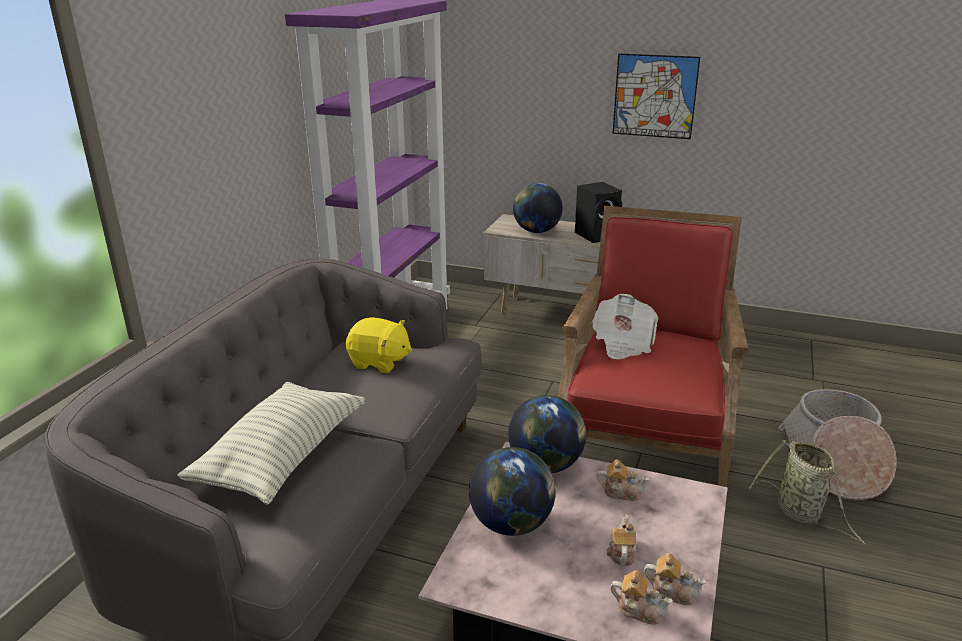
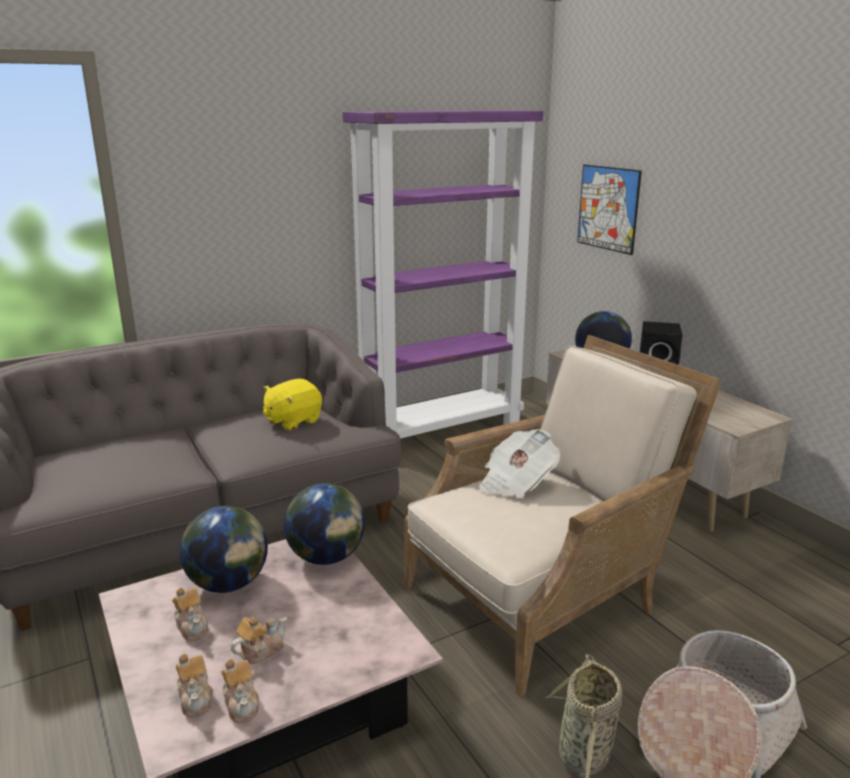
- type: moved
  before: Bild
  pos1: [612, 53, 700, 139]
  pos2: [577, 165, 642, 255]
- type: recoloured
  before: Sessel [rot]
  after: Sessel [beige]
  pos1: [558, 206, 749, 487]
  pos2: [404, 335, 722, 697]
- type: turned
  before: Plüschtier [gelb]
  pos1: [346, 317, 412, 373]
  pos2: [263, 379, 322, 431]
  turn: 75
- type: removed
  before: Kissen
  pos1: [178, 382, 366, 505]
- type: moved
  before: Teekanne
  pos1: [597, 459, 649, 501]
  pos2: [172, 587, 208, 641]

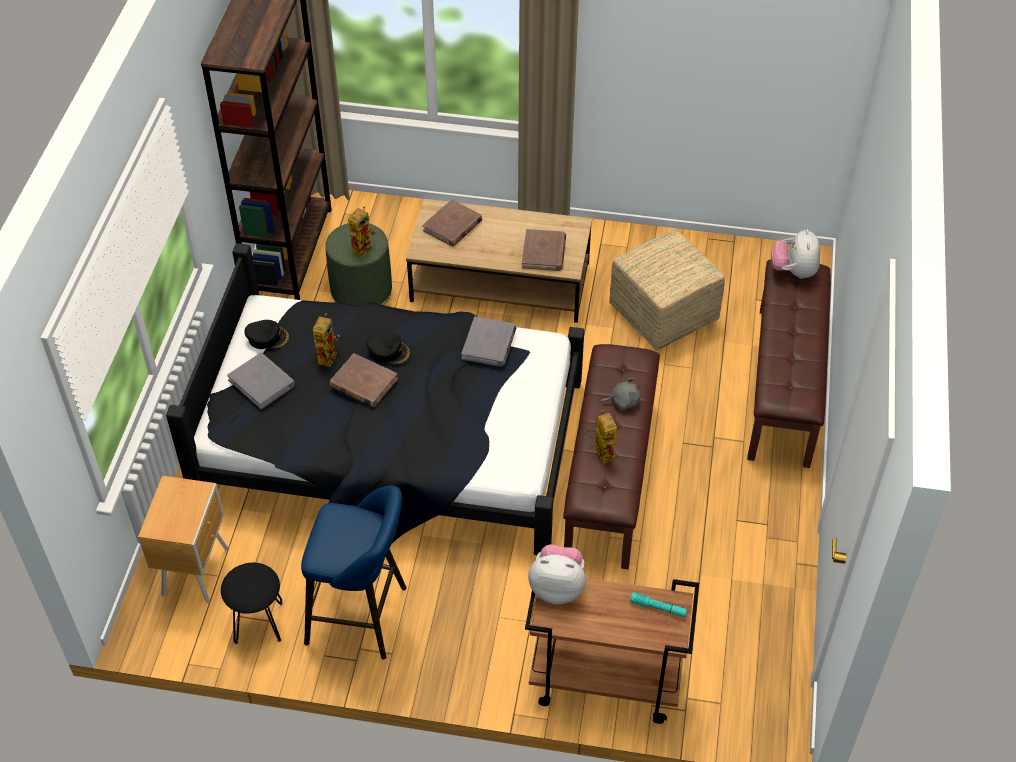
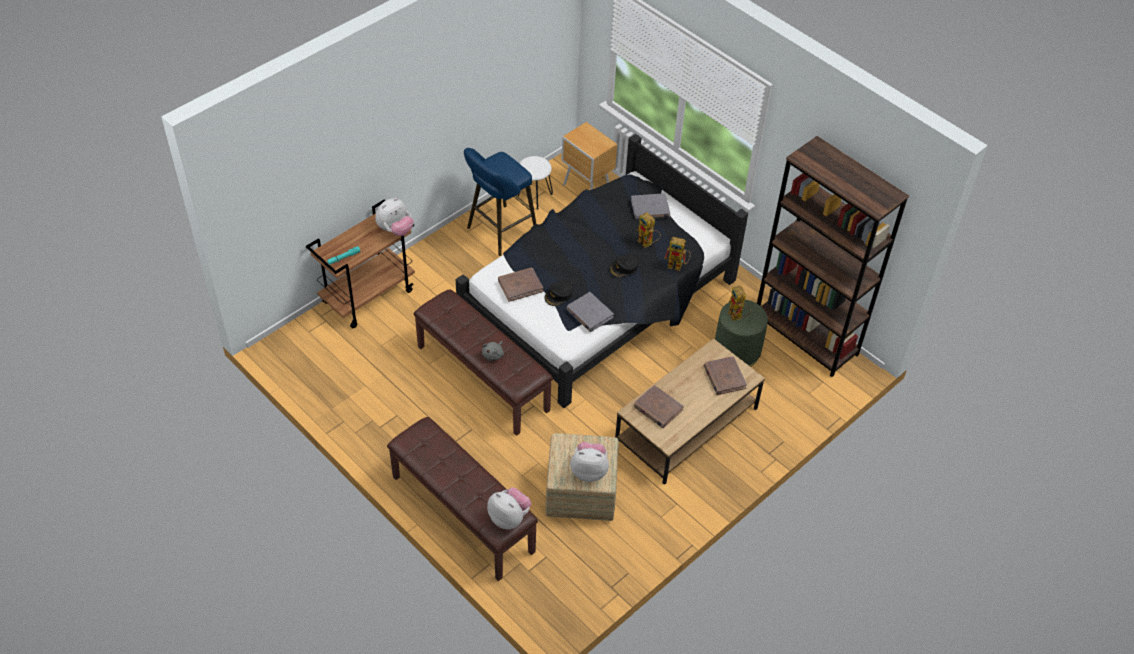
- type: moved
  before: Kappe [schwarz]
  pos1: [244, 320, 290, 349]
  pos2: [544, 280, 573, 306]
- type: moved
  before: Buch [braun]
  pos1: [330, 353, 398, 408]
  pos2: [498, 268, 543, 302]
- type: moved
  before: Spielzeugroboter
  pos1: [585, 410, 617, 464]
  pos2: [664, 237, 691, 271]
- type: recoloured
  before: Hocker [schwarz]
  after: Hocker [weiß]
  pos1: [221, 563, 283, 644]
  pos2: [516, 156, 553, 209]
- type: added
  after: Plüschtier
  pos2: [570, 442, 609, 482]

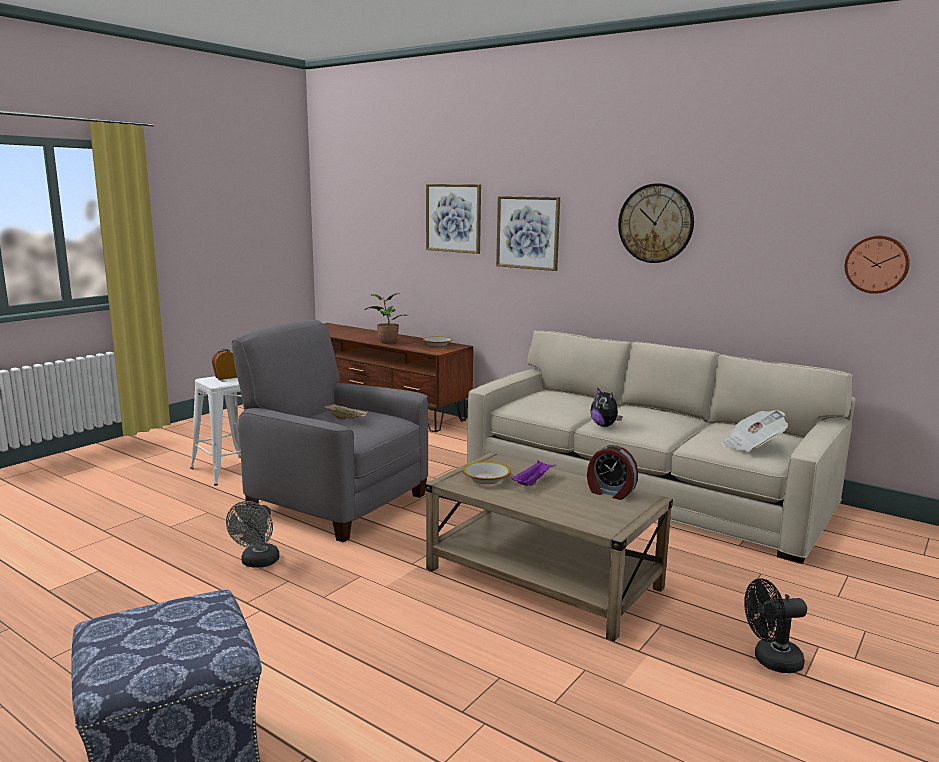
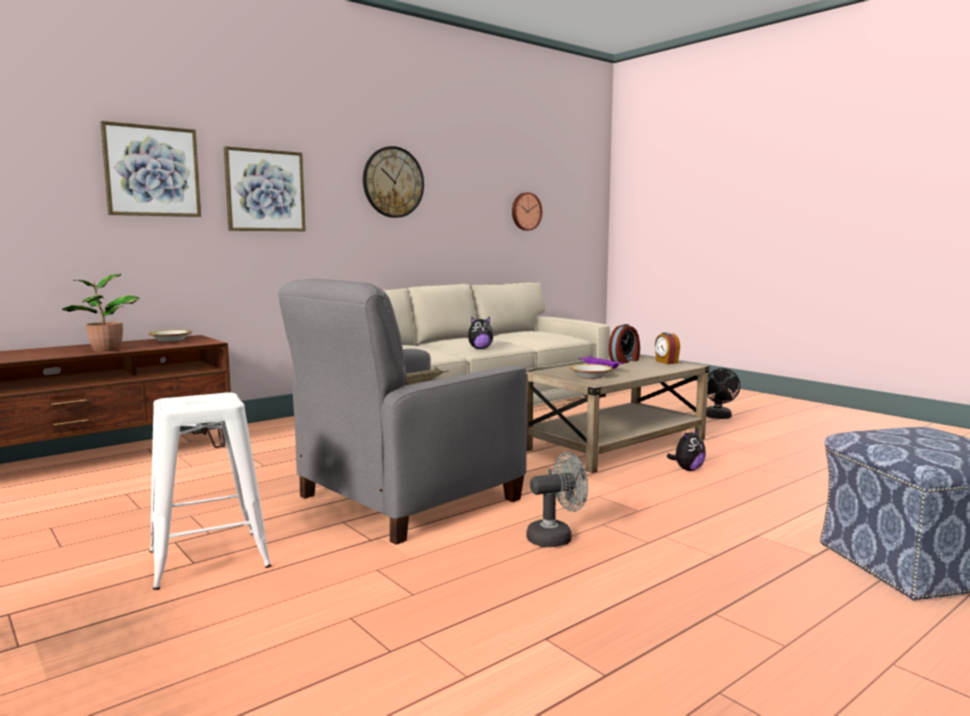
- type: moved
  before: Wecker
  pos1: [212, 349, 237, 380]
  pos2: [655, 332, 680, 364]
- type: removed
  before: Zeitung
  pos1: [720, 410, 788, 451]
- type: turned
  before: Ventilator [grau]
  pos1: [226, 501, 279, 568]
  pos2: [527, 452, 588, 547]
  turn: -45
- type: added
  after: Plüschtier
  pos2: [667, 428, 706, 471]

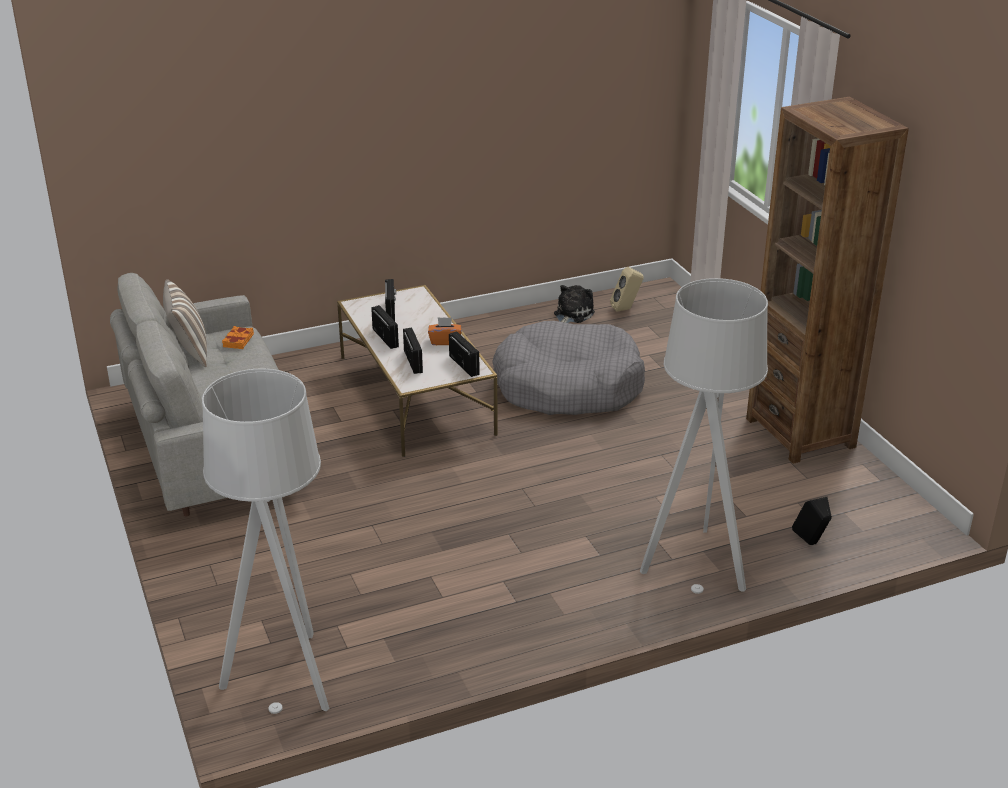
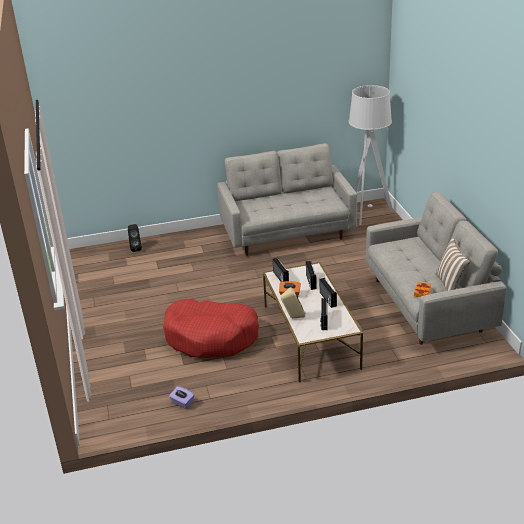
- type: removed
  before: Bücherregal [braun]
  pos1: [746, 97, 909, 464]
- type: moved
  before: Lautsprecher [beige]
  pos1: [610, 267, 644, 312]
  pos2: [281, 287, 305, 318]
- type: removed
  before: Stehlampe [grau]
  pos1: [640, 278, 768, 594]
- type: replaced
  before: Plüschtier
  after: Taschentuchbox [lila]
  pos1: [554, 285, 595, 323]
  pos2: [169, 386, 194, 409]
- type: recoloured
  before: Hundebett [grau]
  after: Hundebett [rot]
  pos1: [492, 321, 645, 415]
  pos2: [163, 299, 259, 358]
- type: added
  after: Sofa [grau]
  pos2: [217, 143, 357, 256]

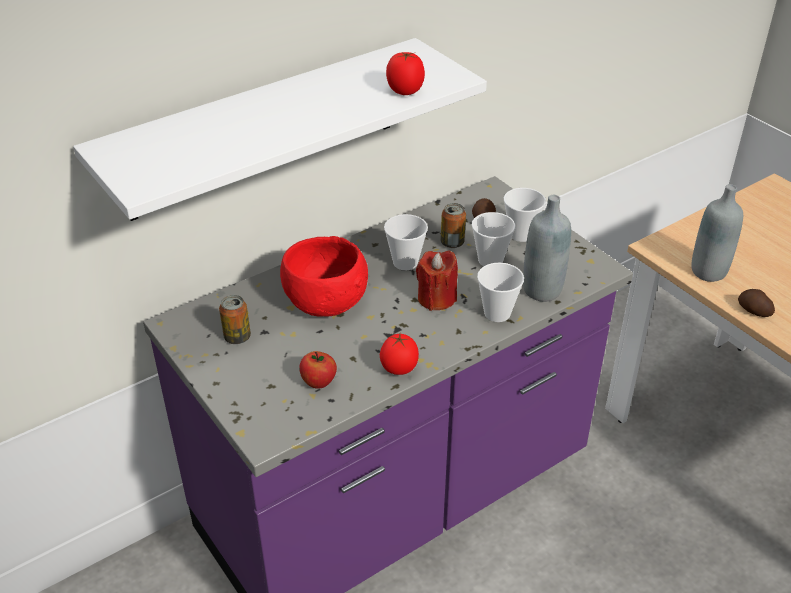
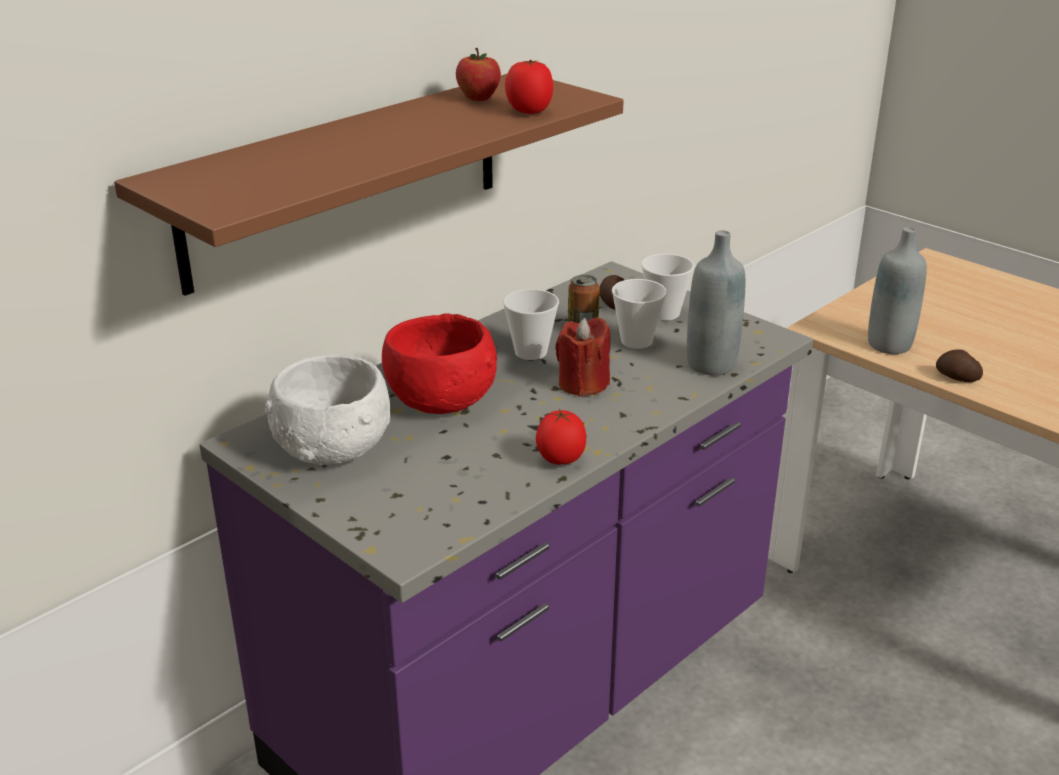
- type: recoloured
  before: Wandregal [weiß]
  after: Wandregal [braun]
  pos1: [73, 38, 487, 221]
  pos2: [114, 74, 624, 296]
- type: removed
  before: Tasse
  pos1: [477, 263, 524, 322]
- type: replaced
  before: Dose
  after: Schüssel [weiß]
  pos1: [219, 295, 251, 344]
  pos2: [265, 355, 391, 465]
- type: moved
  before: Apfel
  pos1: [299, 351, 337, 389]
  pos2: [456, 48, 501, 101]

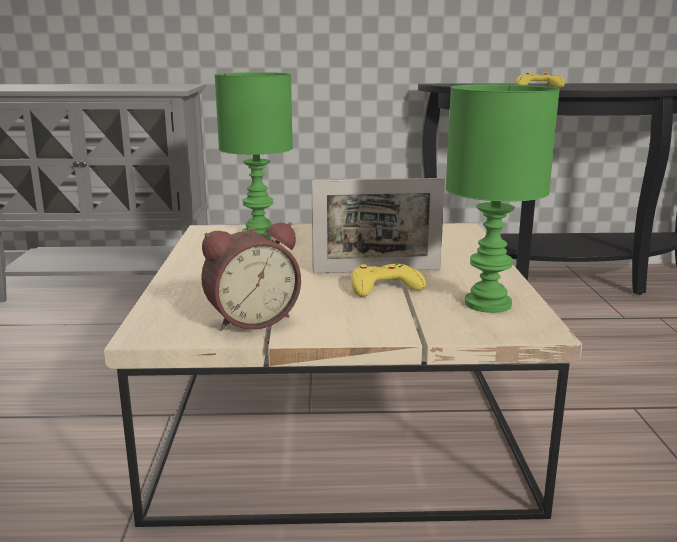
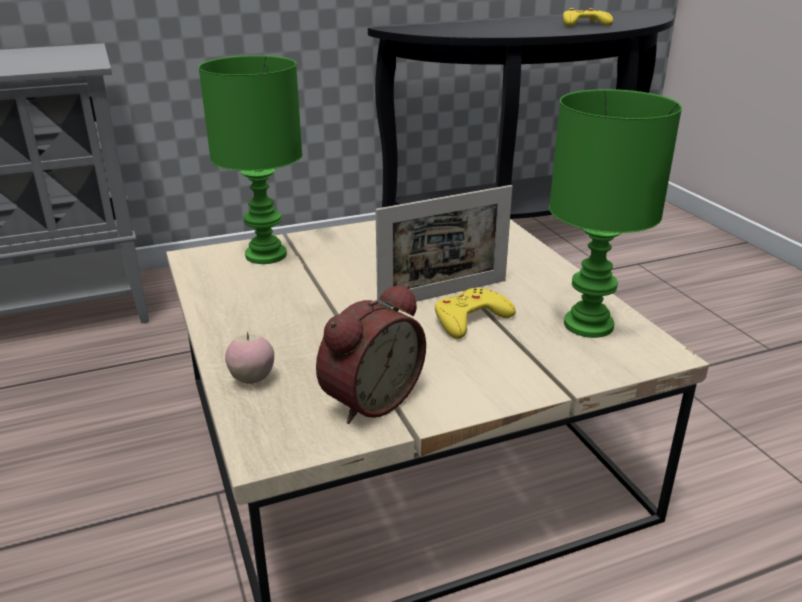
- type: moved
  before: Gamepad [gelb]
  pos1: [515, 72, 565, 88]
  pos2: [563, 8, 613, 26]
- type: added
  after: Apfel
  pos2: [225, 331, 274, 384]

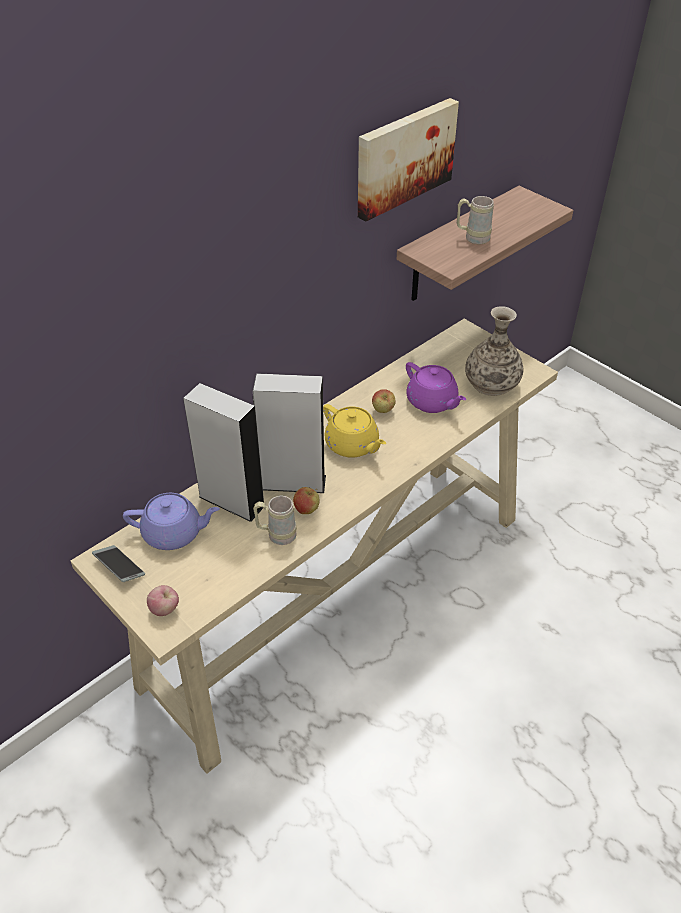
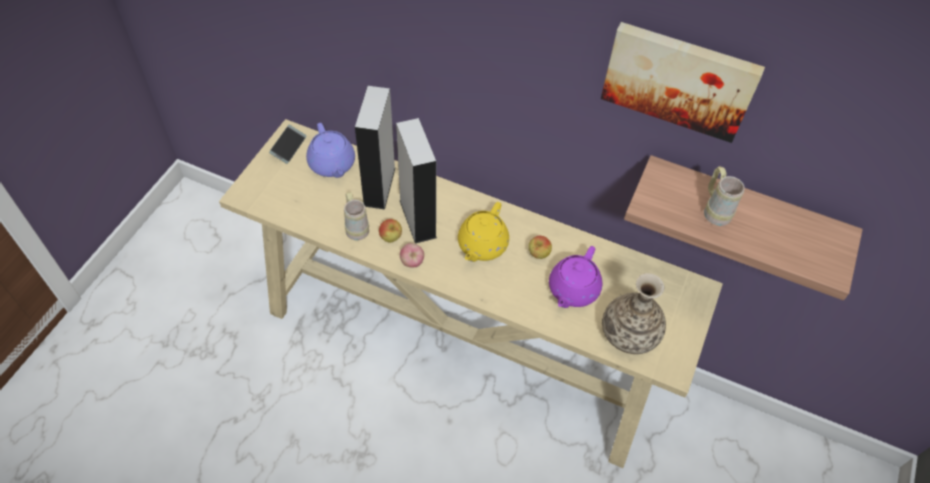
- type: moved
  before: Apfel
  pos1: [147, 585, 179, 616]
  pos2: [400, 243, 424, 267]

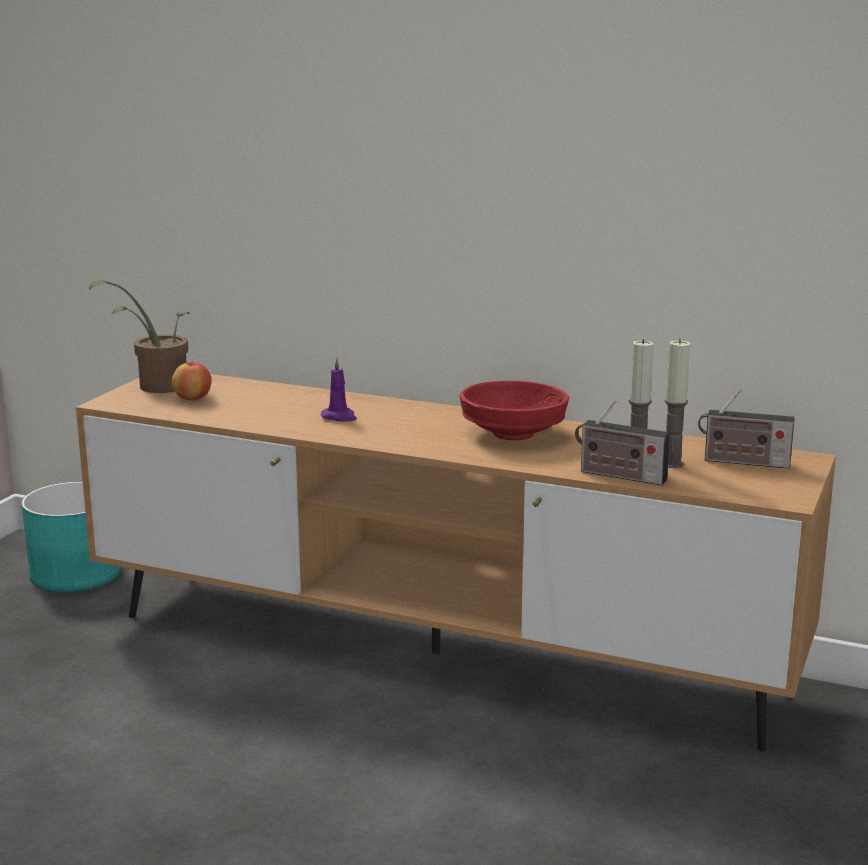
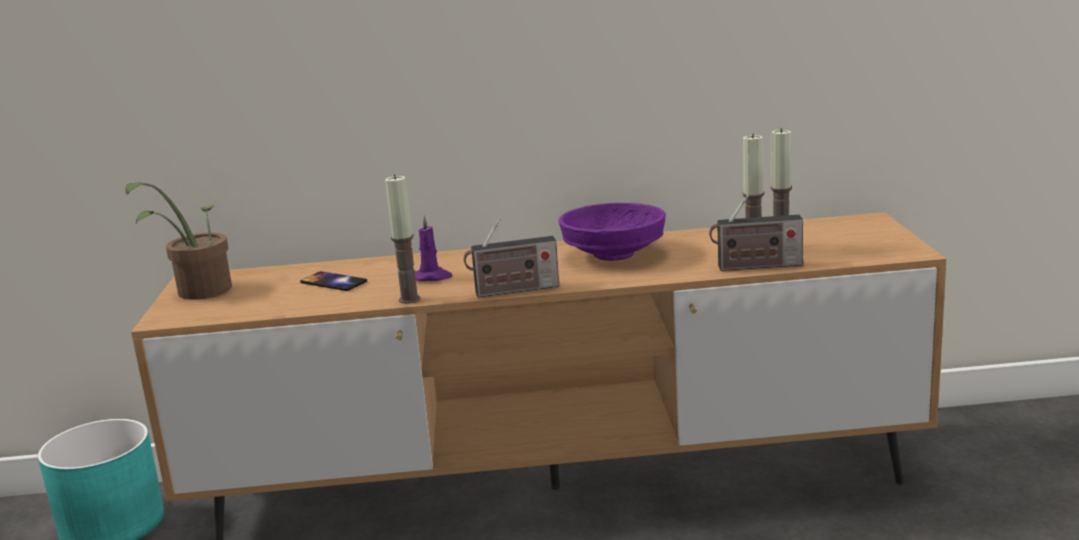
- type: removed
  before: Apfel
  pos1: [172, 361, 212, 400]
- type: recoloured
  before: Schüssel [rot]
  after: Schüssel [lila]
  pos1: [459, 380, 569, 440]
  pos2: [558, 203, 666, 261]
- type: moved
  before: Radio
  pos1: [698, 388, 795, 469]
  pos2: [464, 218, 559, 297]
- type: added
  after: Kerze
  pos2: [385, 174, 421, 304]
- type: added
  after: Handy
  pos2: [300, 271, 367, 291]

